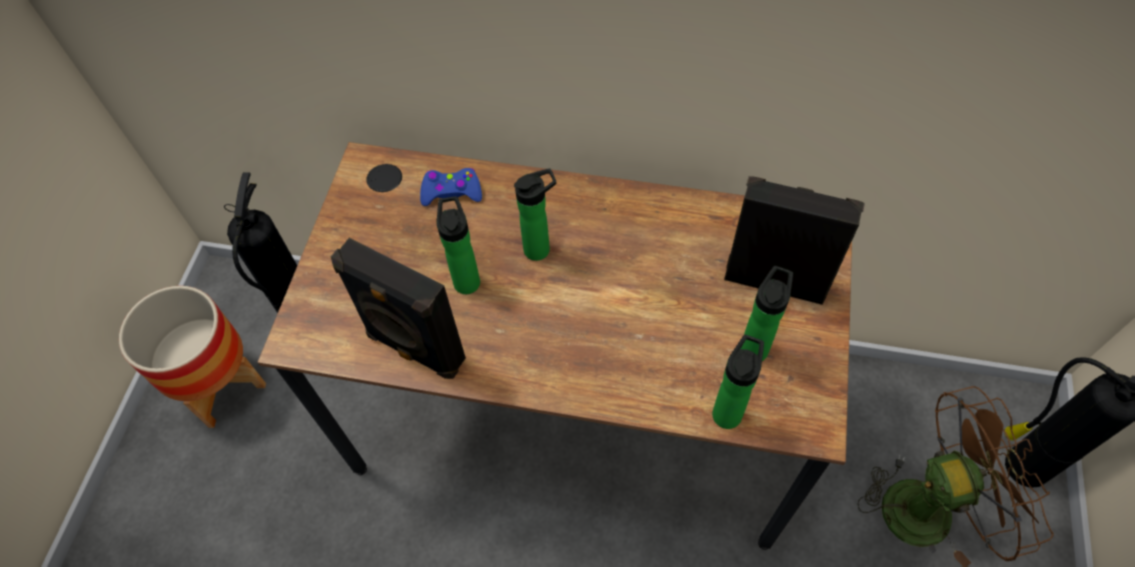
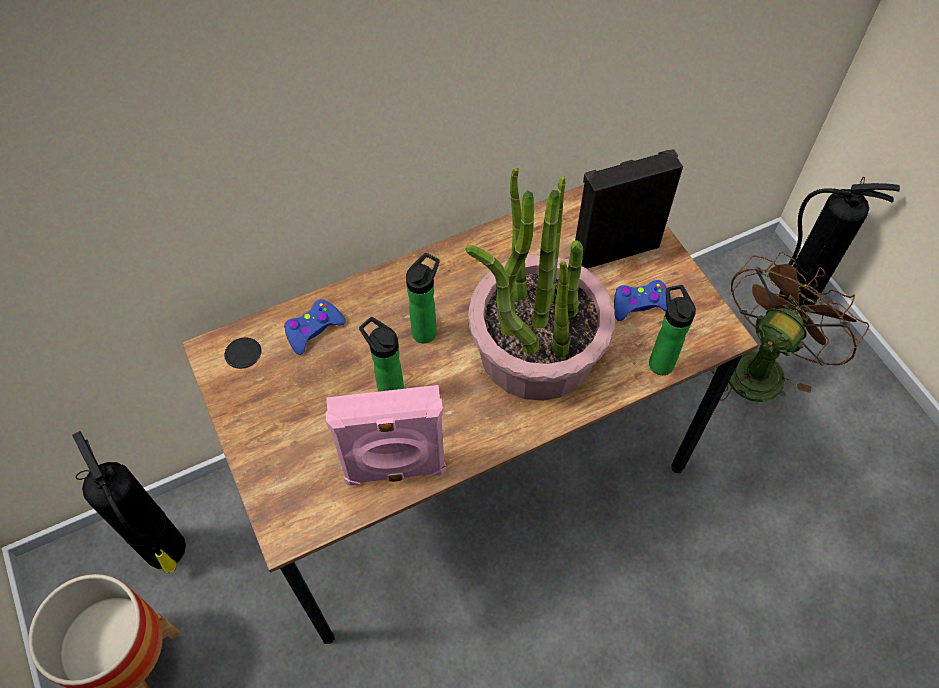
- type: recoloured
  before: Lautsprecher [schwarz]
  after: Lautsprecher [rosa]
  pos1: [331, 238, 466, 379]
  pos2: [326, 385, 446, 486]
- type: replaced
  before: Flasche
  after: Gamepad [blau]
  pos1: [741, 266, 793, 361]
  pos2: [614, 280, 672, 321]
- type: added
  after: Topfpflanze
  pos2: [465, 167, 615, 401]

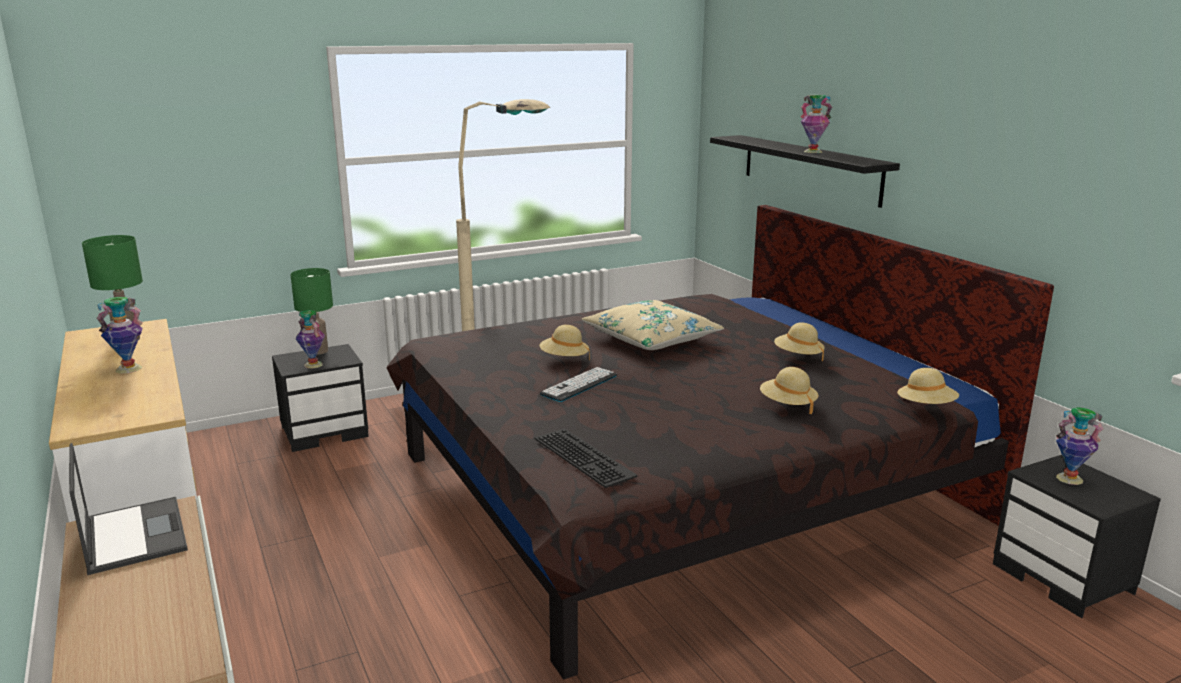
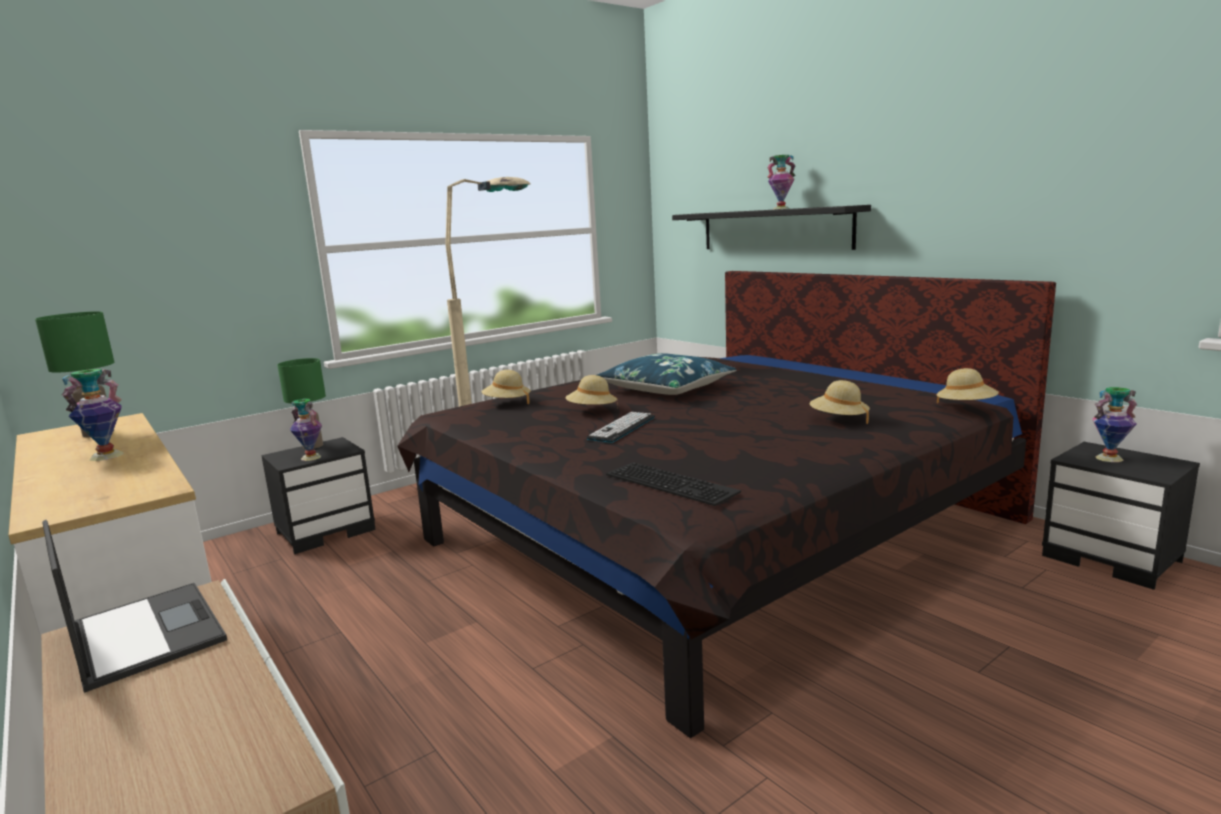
- type: recoloured
  before: Kissen [beige]
  after: Kissen [blau]
  pos1: [581, 300, 724, 350]
  pos2: [597, 353, 737, 395]
- type: moved
  before: Hut [beige]
  pos1: [774, 322, 825, 361]
  pos2: [481, 370, 530, 404]

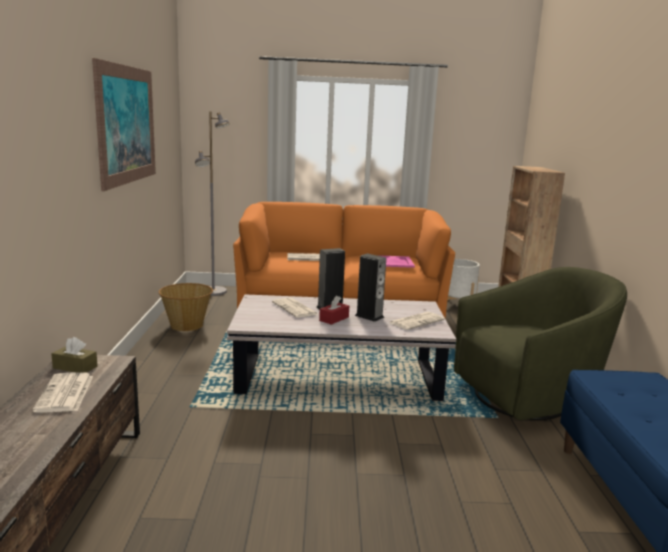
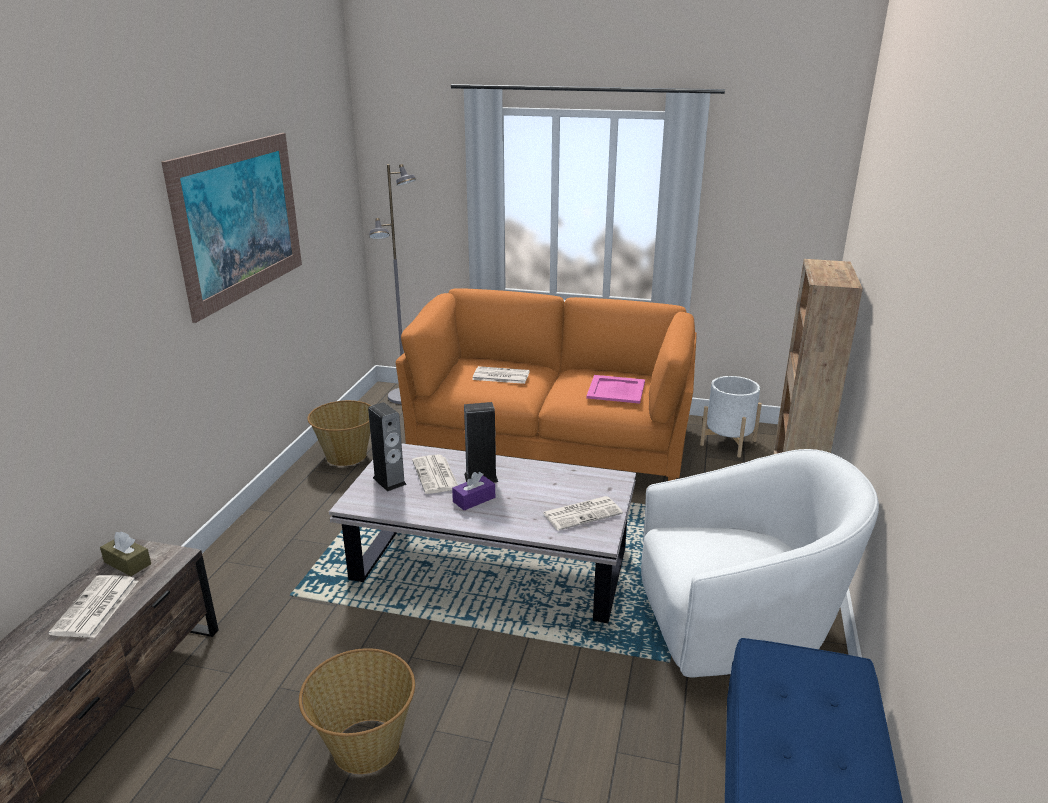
- type: moved
  before: Lautsprecher
  pos1: [355, 254, 386, 322]
  pos2: [368, 402, 407, 491]
- type: recoloured
  before: Sessel [grün]
  after: Sessel [weiß]
  pos1: [454, 267, 627, 421]
  pos2: [641, 449, 879, 677]
- type: recoloured
  before: Taschentuchbox [rot]
  after: Taschentuchbox [lila]
  pos1: [319, 296, 349, 325]
  pos2: [452, 472, 495, 511]
- type: added
  after: Korb
  pos2: [299, 648, 415, 774]

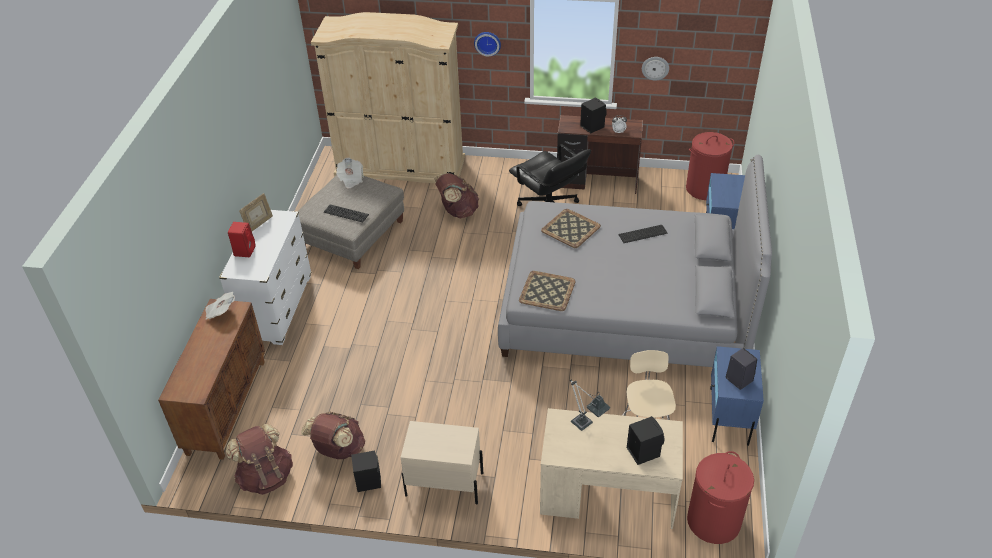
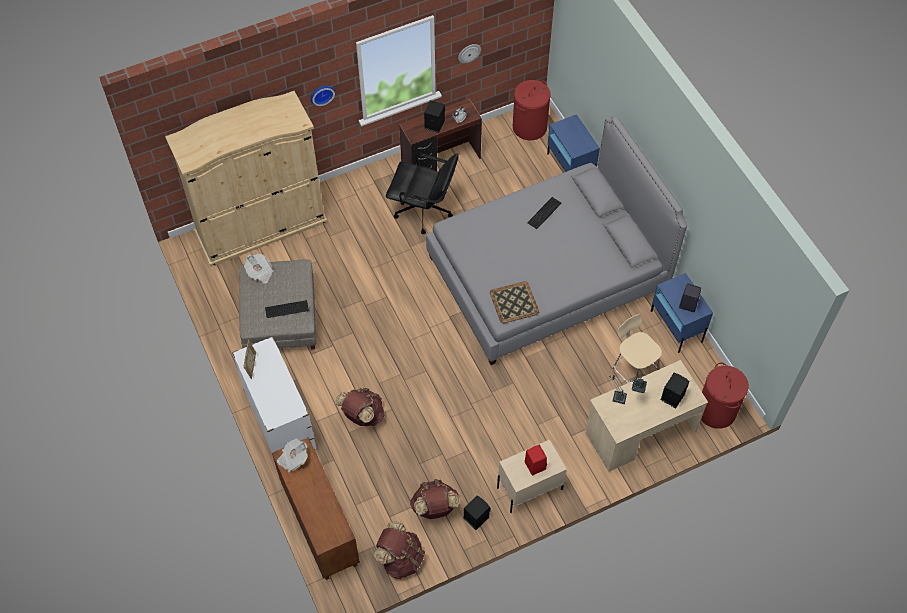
- type: moved
  before: Rucksack [braun]
  pos1: [434, 173, 479, 218]
  pos2: [335, 388, 384, 426]
- type: removed
  before: Tablett
  pos1: [541, 209, 601, 248]
- type: moved
  before: Lautsprecher [rot]
  pos1: [228, 222, 256, 257]
  pos2: [525, 445, 547, 475]

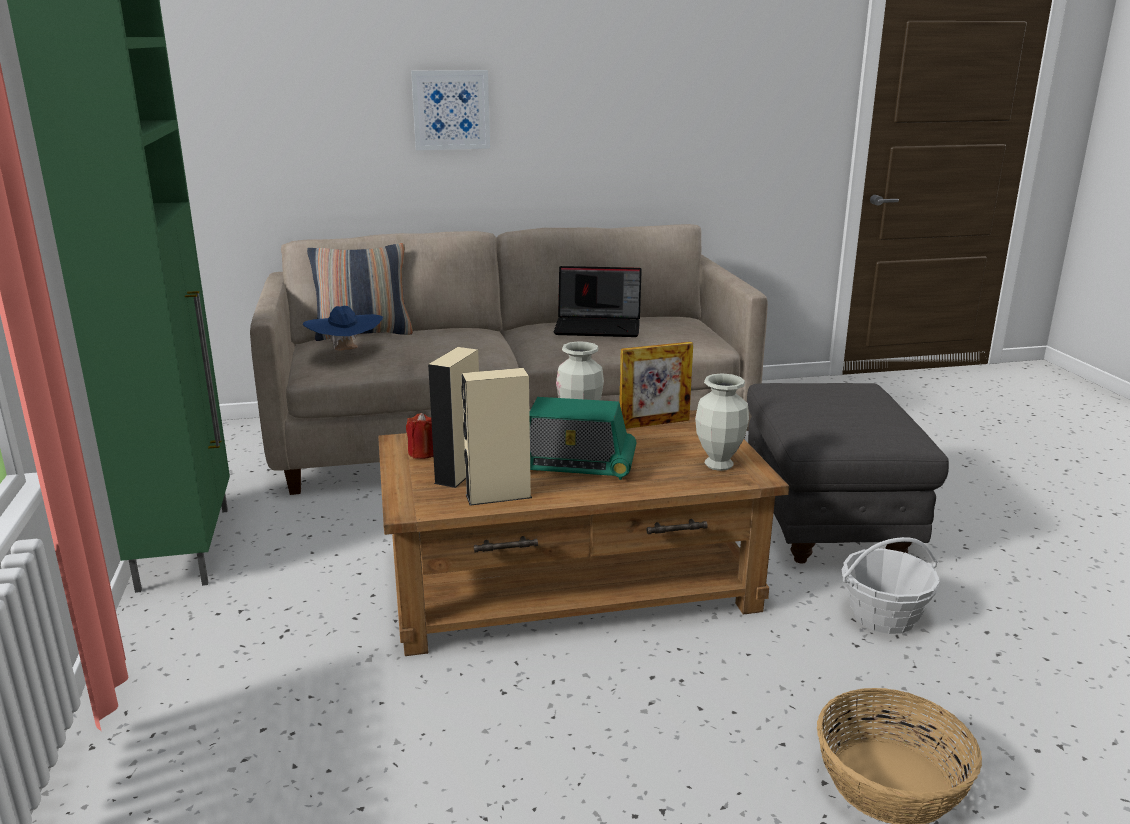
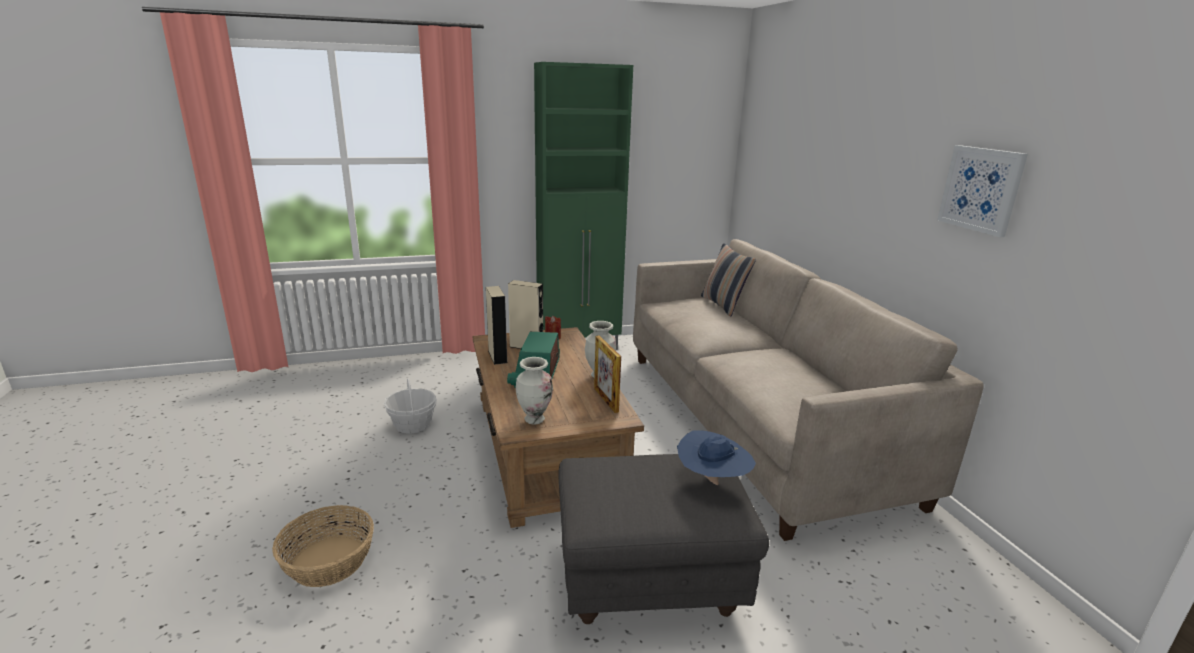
- type: moved
  before: Bild
  pos1: [411, 70, 490, 150]
  pos2: [937, 145, 1028, 237]
- type: removed
  before: Laptop
  pos1: [554, 266, 642, 337]
- type: moved
  before: Hut [blau]
  pos1: [303, 306, 383, 351]
  pos2: [677, 430, 756, 485]
- type: moved
  before: Korb
  pos1: [842, 537, 940, 634]
  pos2: [384, 378, 437, 434]

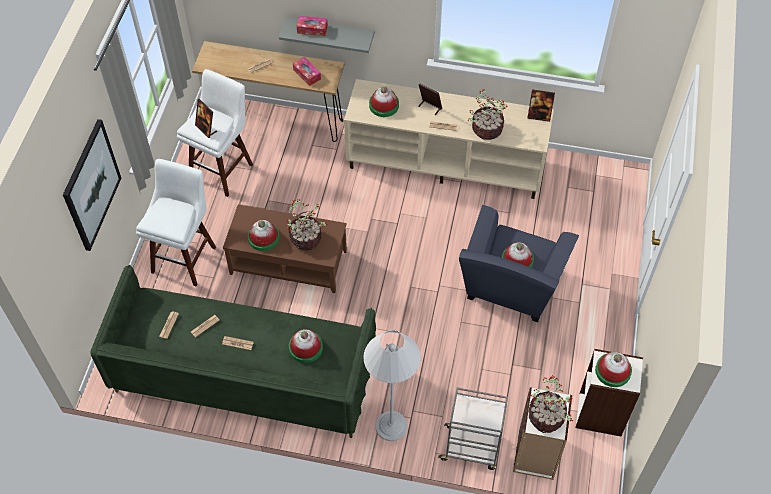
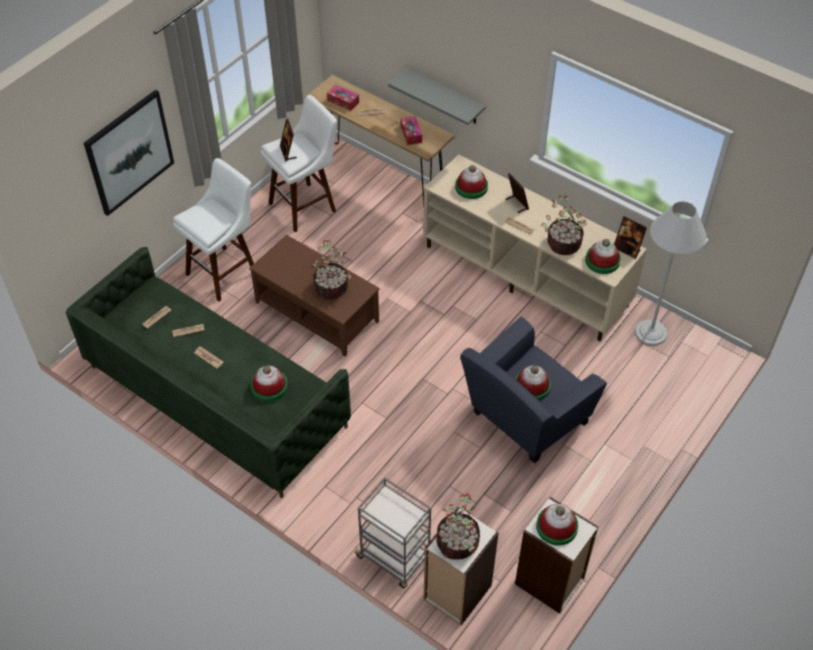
- type: moved
  before: Taschentuchbox
  pos1: [297, 16, 328, 36]
  pos2: [327, 85, 359, 111]
- type: moved
  before: Hut
  pos1: [248, 220, 280, 251]
  pos2: [585, 239, 621, 274]
- type: moved
  before: Stehlampe [weiß]
  pos1: [364, 330, 421, 441]
  pos2: [635, 201, 706, 346]

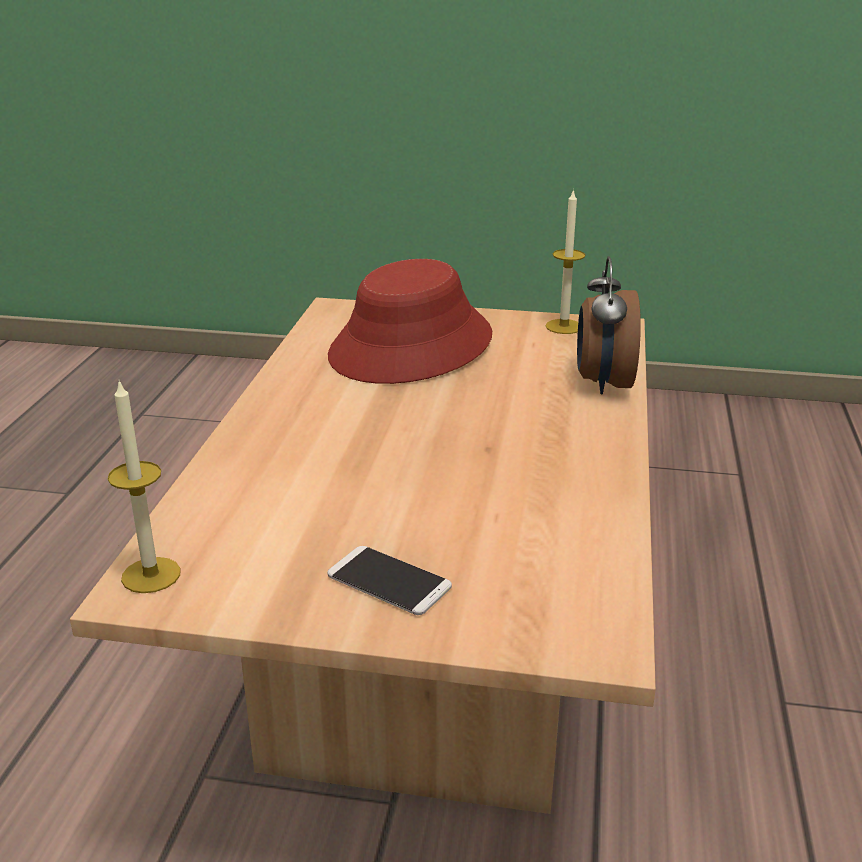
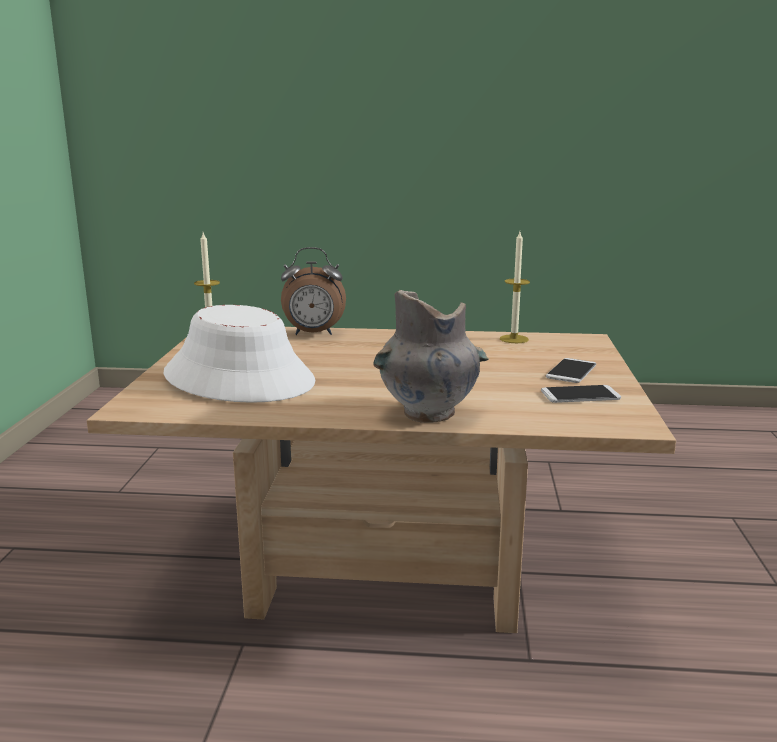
- type: recoloured
  before: Hut [rot]
  after: Hut [weiß]
  pos1: [328, 259, 492, 384]
  pos2: [163, 305, 315, 403]
- type: moved
  before: Kerze
  pos1: [108, 380, 181, 593]
  pos2: [500, 232, 530, 343]
- type: added
  after: Vase [grau]
  pos2: [374, 290, 489, 423]
- type: added
  after: Handy
  pos2: [541, 385, 621, 403]

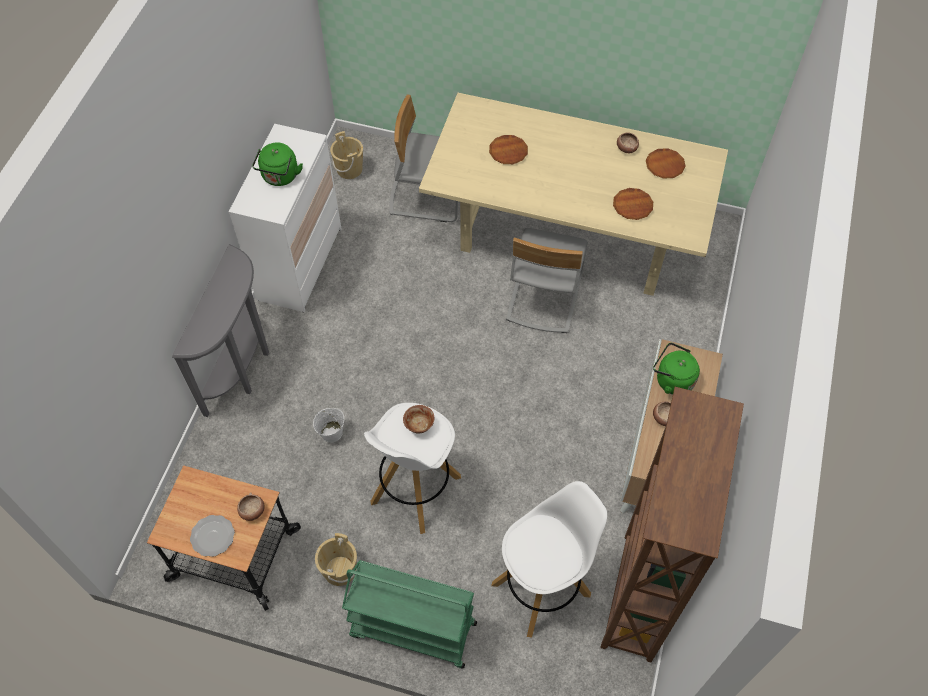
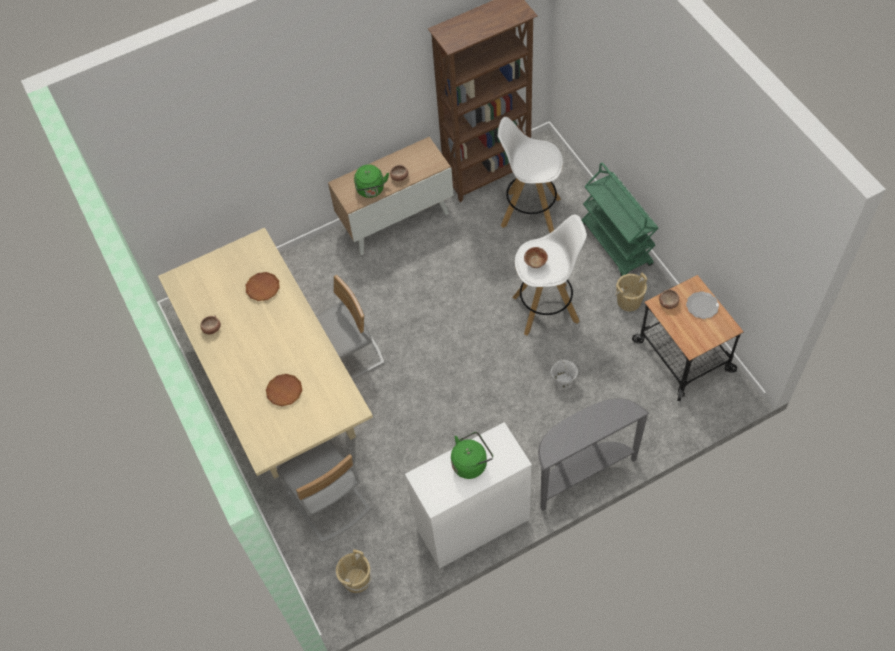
- type: removed
  before: Teller [braun]
  pos1: [646, 148, 686, 179]

